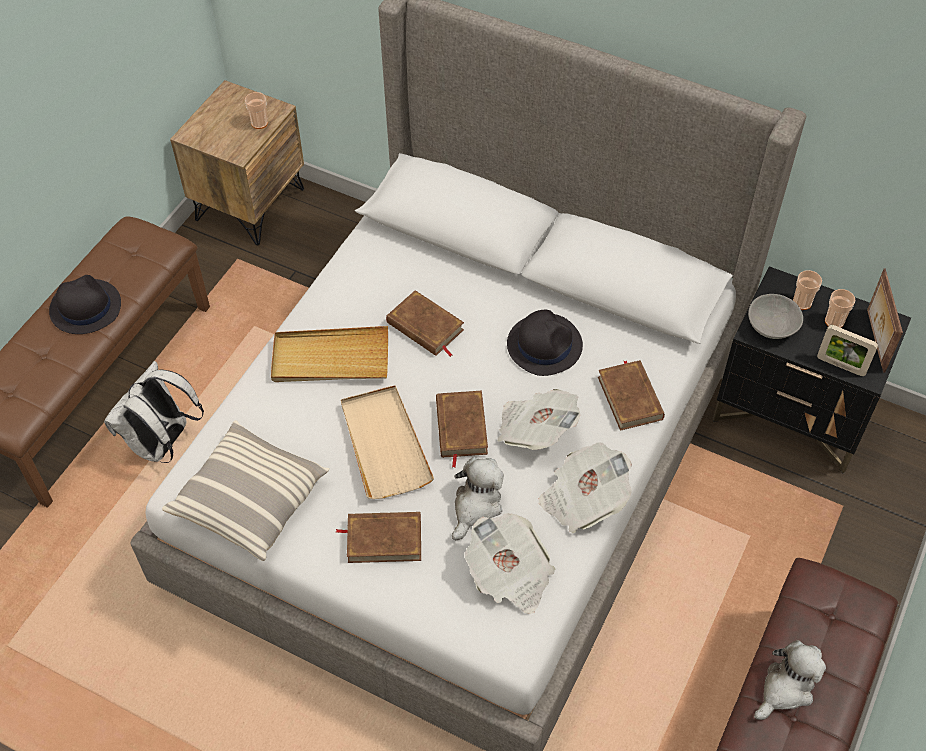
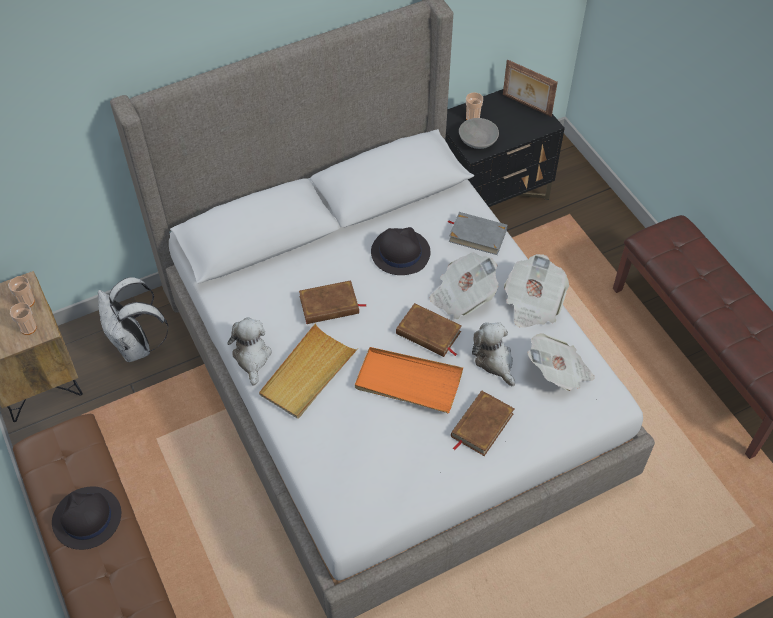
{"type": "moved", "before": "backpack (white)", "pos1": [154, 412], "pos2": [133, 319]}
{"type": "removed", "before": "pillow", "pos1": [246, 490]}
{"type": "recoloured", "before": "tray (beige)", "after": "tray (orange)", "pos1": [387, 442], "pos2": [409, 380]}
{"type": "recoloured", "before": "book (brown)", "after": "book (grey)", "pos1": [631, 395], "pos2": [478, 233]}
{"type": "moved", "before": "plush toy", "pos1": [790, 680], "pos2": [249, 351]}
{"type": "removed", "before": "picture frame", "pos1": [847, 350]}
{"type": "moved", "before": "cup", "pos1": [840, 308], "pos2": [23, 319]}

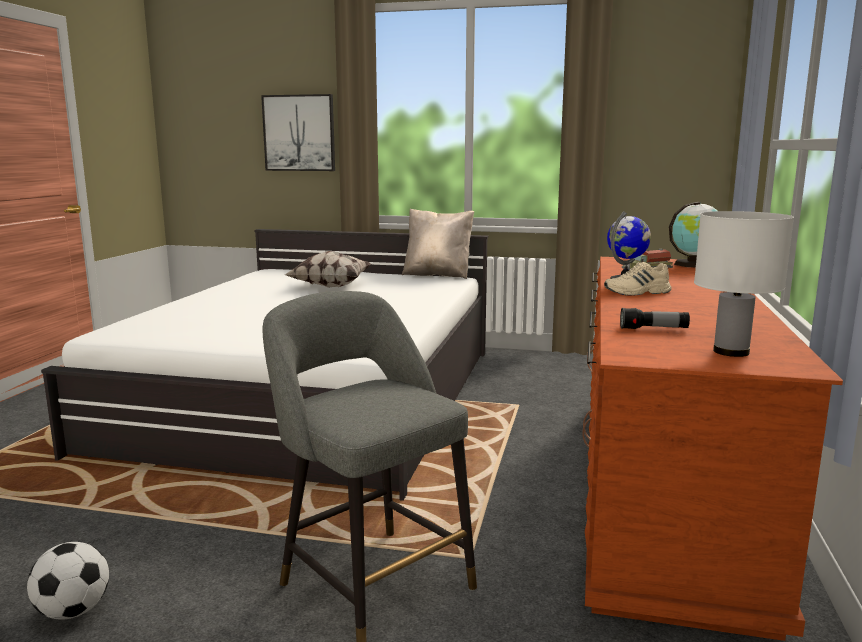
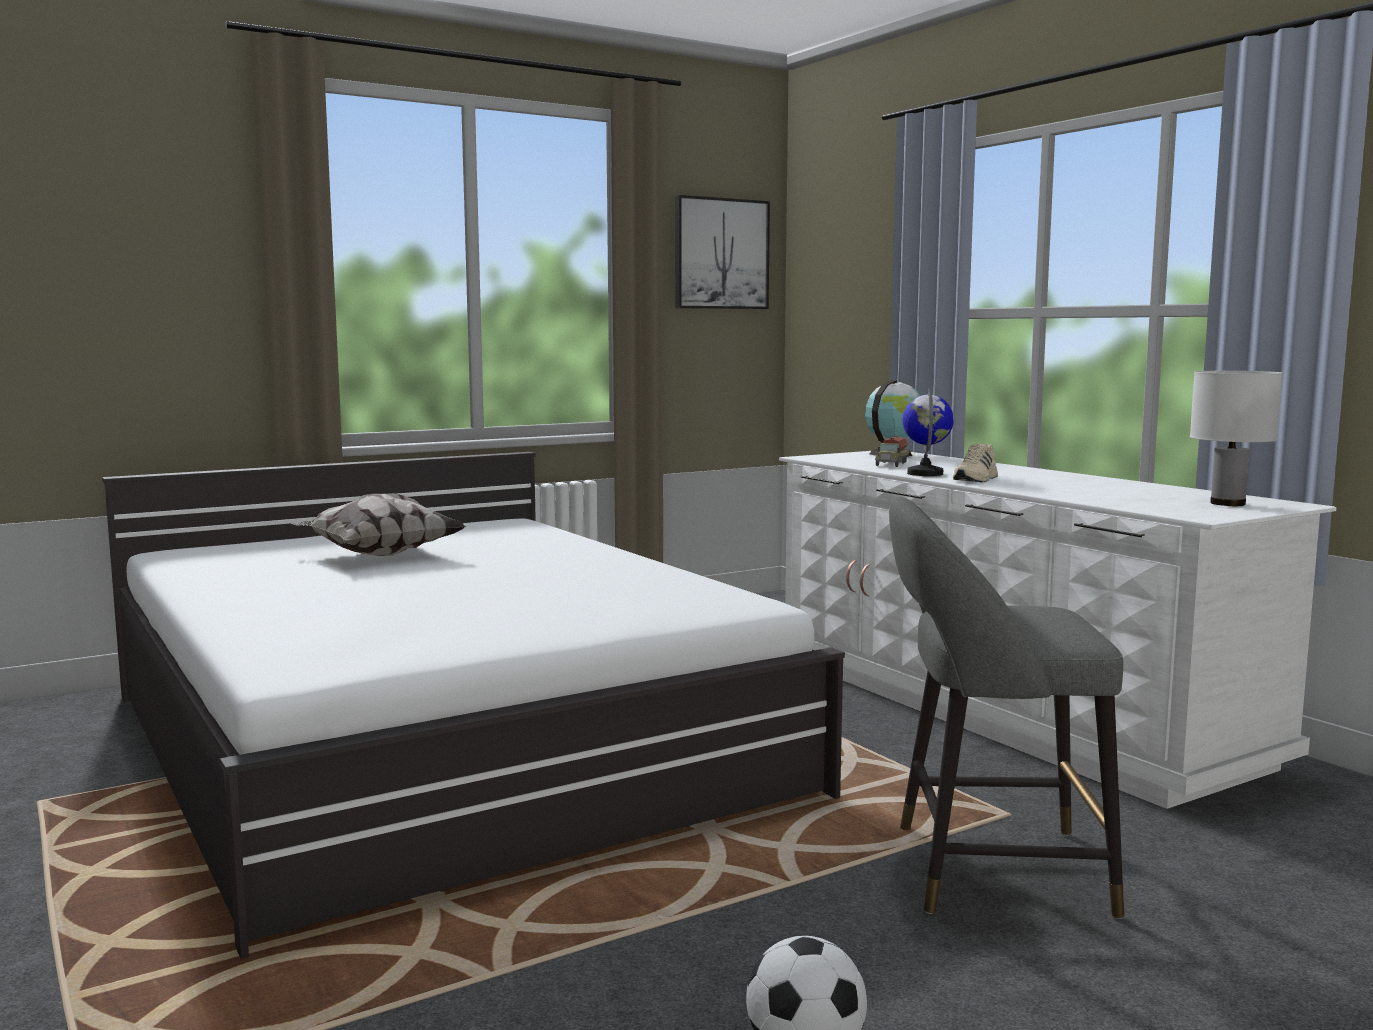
{"type": "moved", "before": "picture", "pos1": [298, 132], "pos2": [722, 252]}
{"type": "removed", "before": "pillow (beige)", "pos1": [438, 244]}
{"type": "recoloured", "before": "dresser (brown)", "after": "dresser (white)", "pos1": [712, 449], "pos2": [1058, 630]}
{"type": "removed", "before": "flashlight", "pos1": [655, 318]}

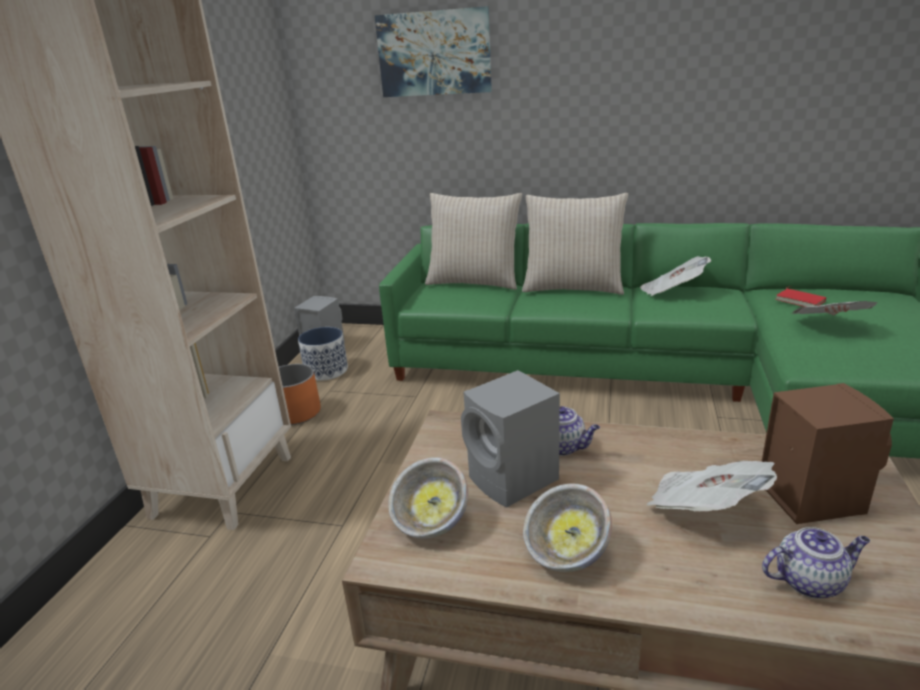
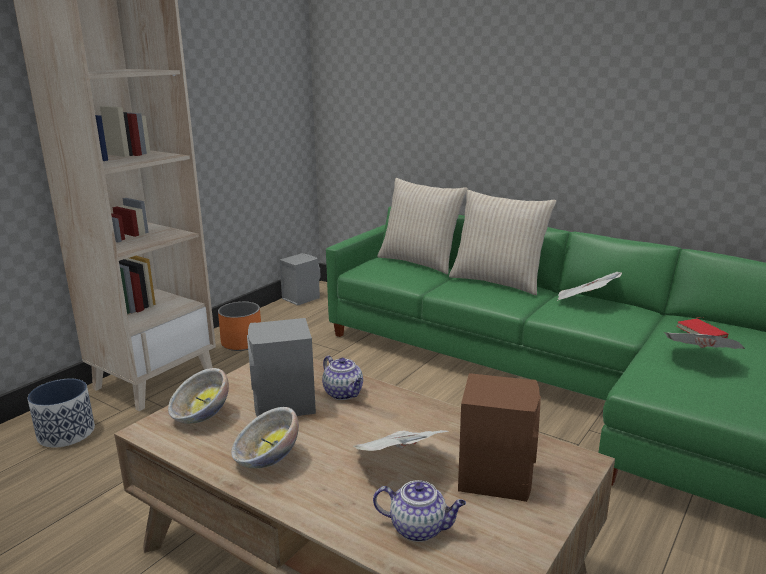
{"type": "moved", "before": "planter", "pos1": [323, 354], "pos2": [61, 413]}
{"type": "removed", "before": "picture", "pos1": [433, 51]}

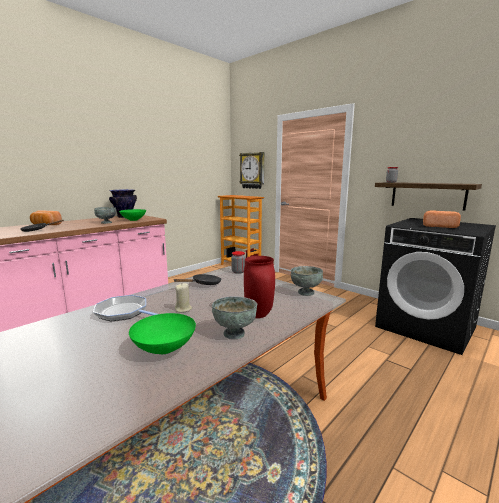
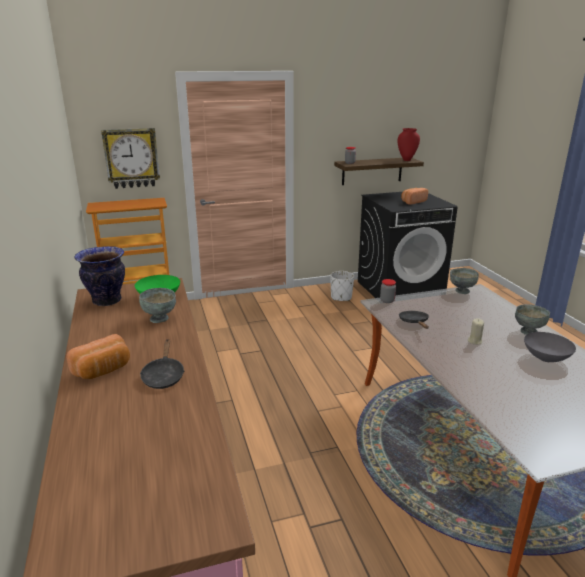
{"type": "removed", "before": "frying pan", "pos1": [125, 308]}
{"type": "recoloured", "before": "bowl (green)", "after": "bowl (grey)", "pos1": [162, 333], "pos2": [550, 347]}
{"type": "moved", "before": "vase (red)", "pos1": [259, 287], "pos2": [409, 144]}
{"type": "added", "after": "planter (white)", "pos2": [342, 286]}

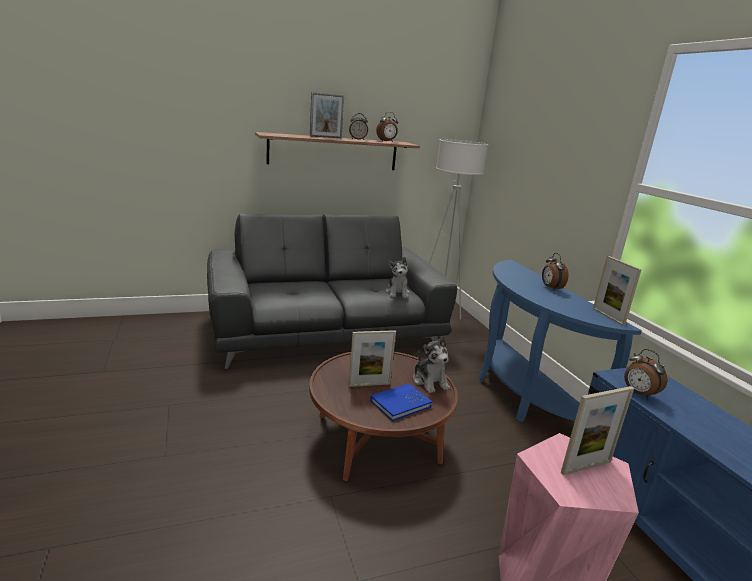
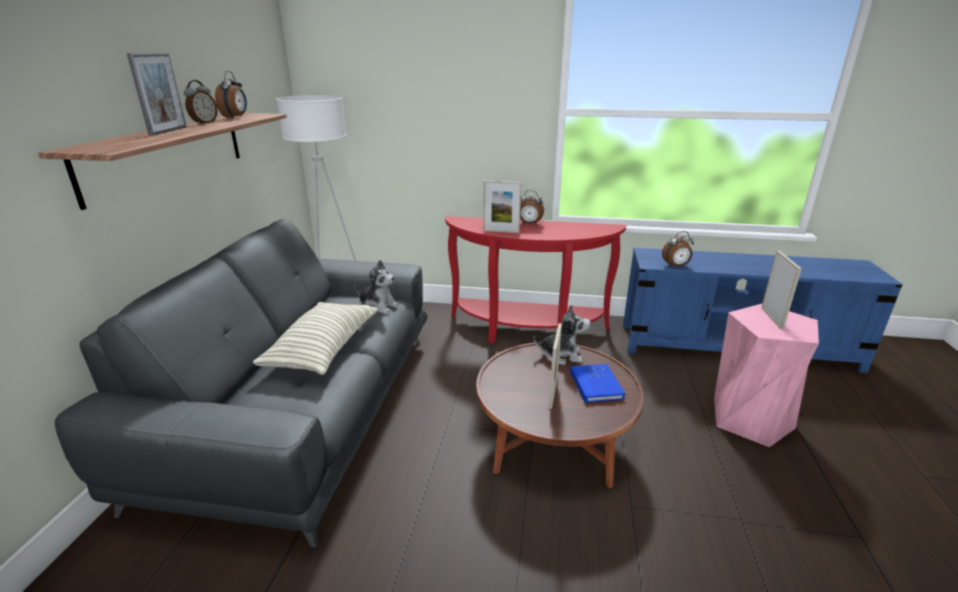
{"type": "recoloured", "before": "console table (blue)", "after": "console table (red)", "pos1": [560, 341], "pos2": [535, 279]}
{"type": "moved", "before": "picture frame", "pos1": [617, 291], "pos2": [502, 207]}
{"type": "added", "after": "pillow", "pos2": [315, 338]}

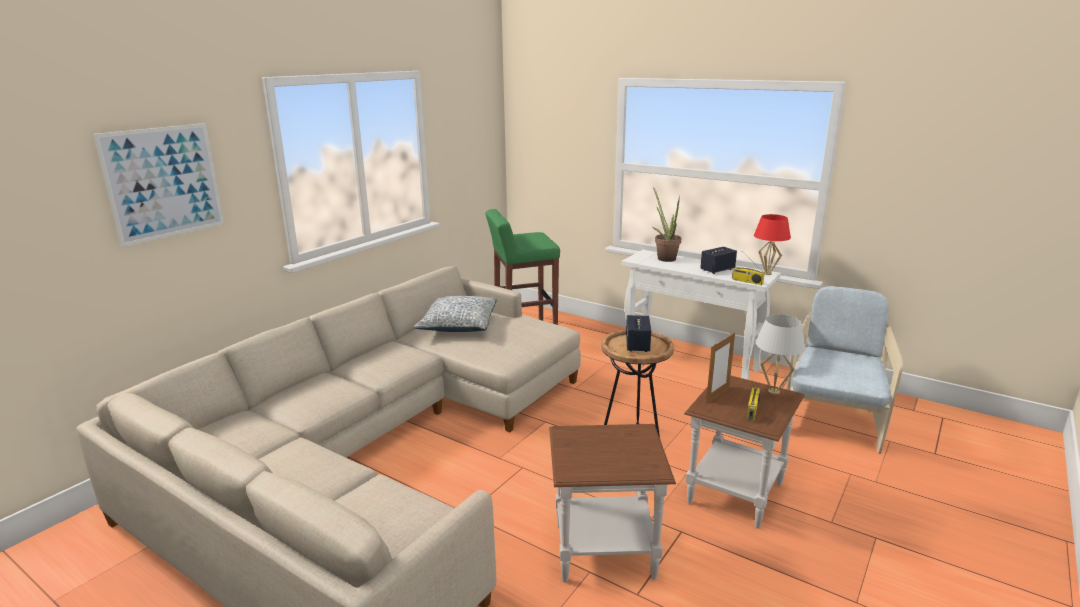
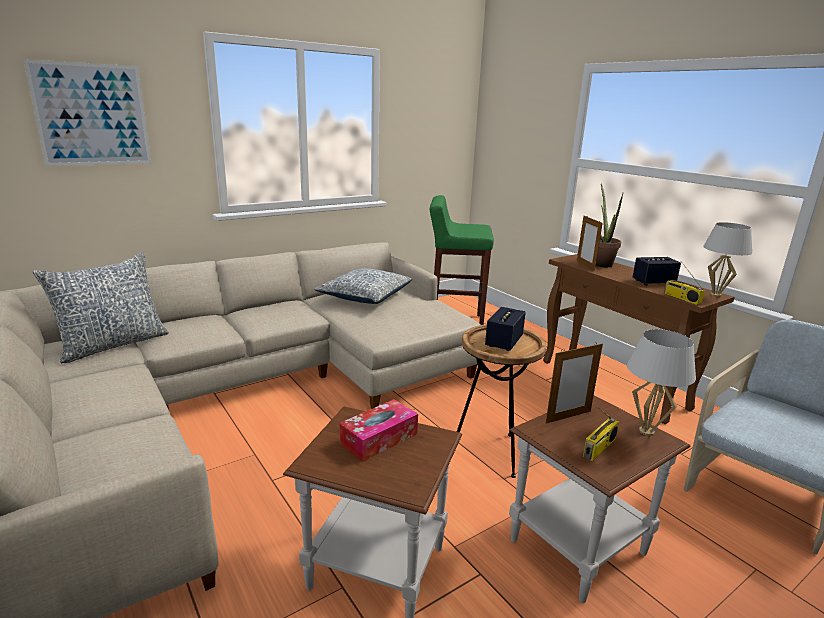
{"type": "recoloured", "before": "console table (white)", "after": "console table (brown)", "pos1": [701, 315], "pos2": [639, 339]}
{"type": "recoloured", "before": "table lamp (red)", "after": "table lamp (white)", "pos1": [772, 244], "pos2": [727, 259]}
{"type": "added", "after": "pillow", "pos2": [101, 307]}
{"type": "added", "after": "tissue box", "pos2": [378, 430]}
{"type": "added", "after": "picture frame", "pos2": [590, 243]}

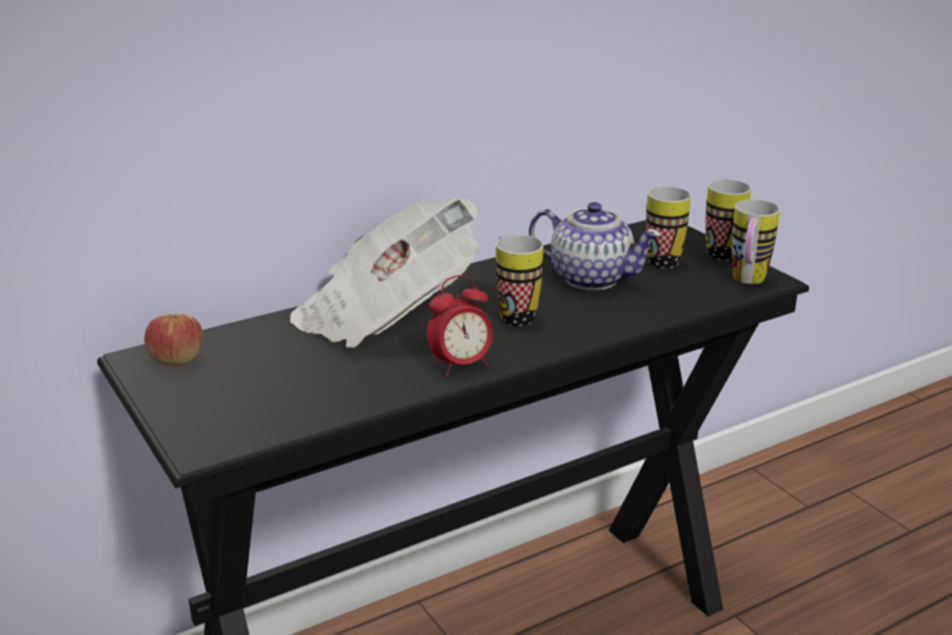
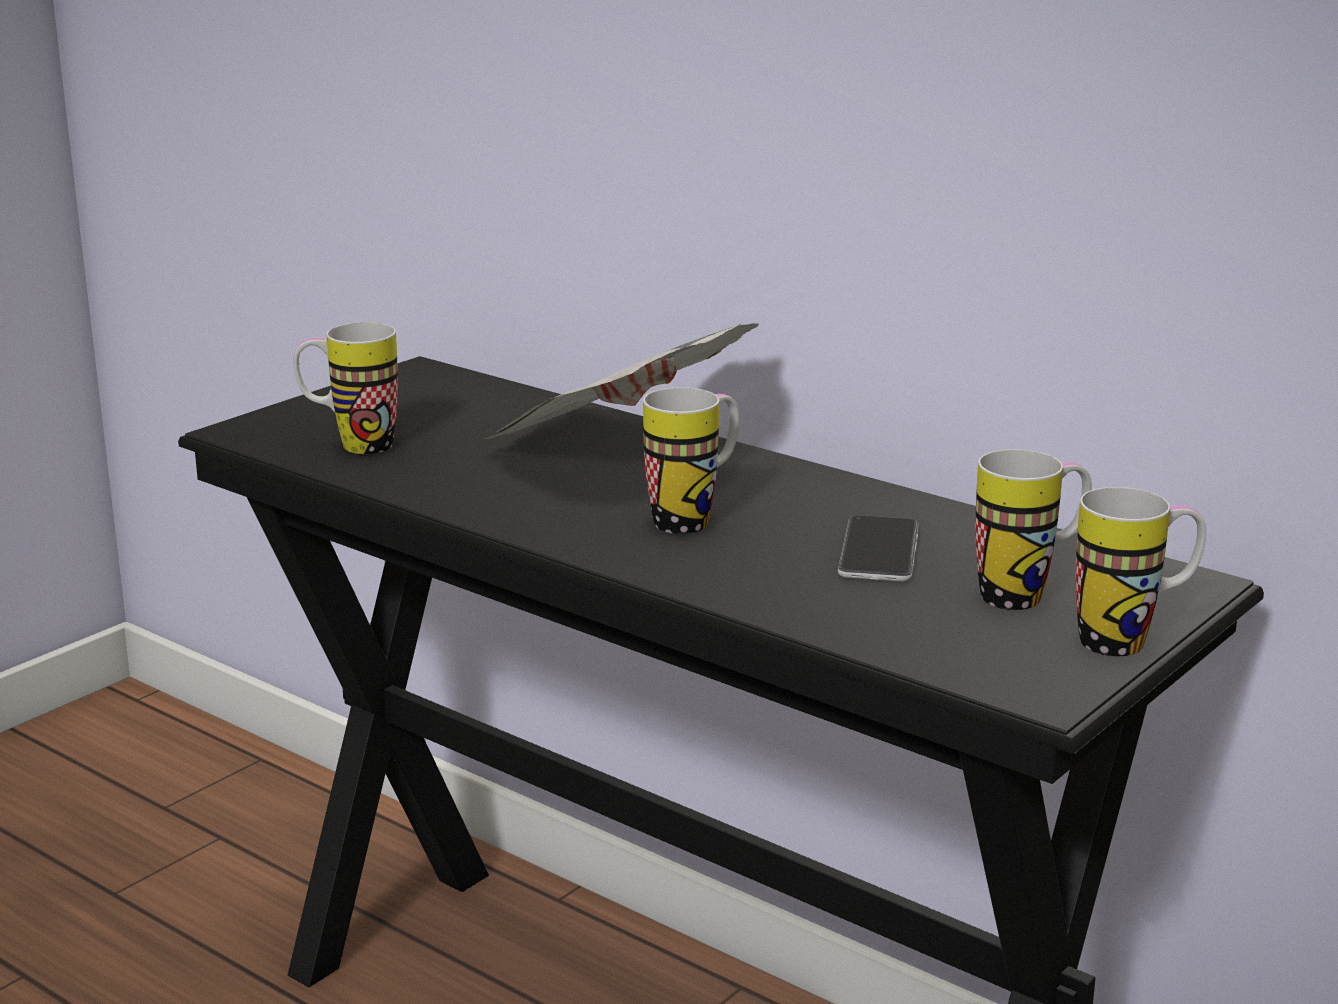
{"type": "removed", "before": "apple", "pos1": [173, 340]}
{"type": "removed", "before": "alarm clock", "pos1": [460, 325]}
{"type": "replaced", "before": "teapot", "after": "phone", "pos1": [595, 246], "pos2": [878, 548]}
{"type": "moved", "before": "mug", "pos1": [756, 241], "pos2": [346, 388]}

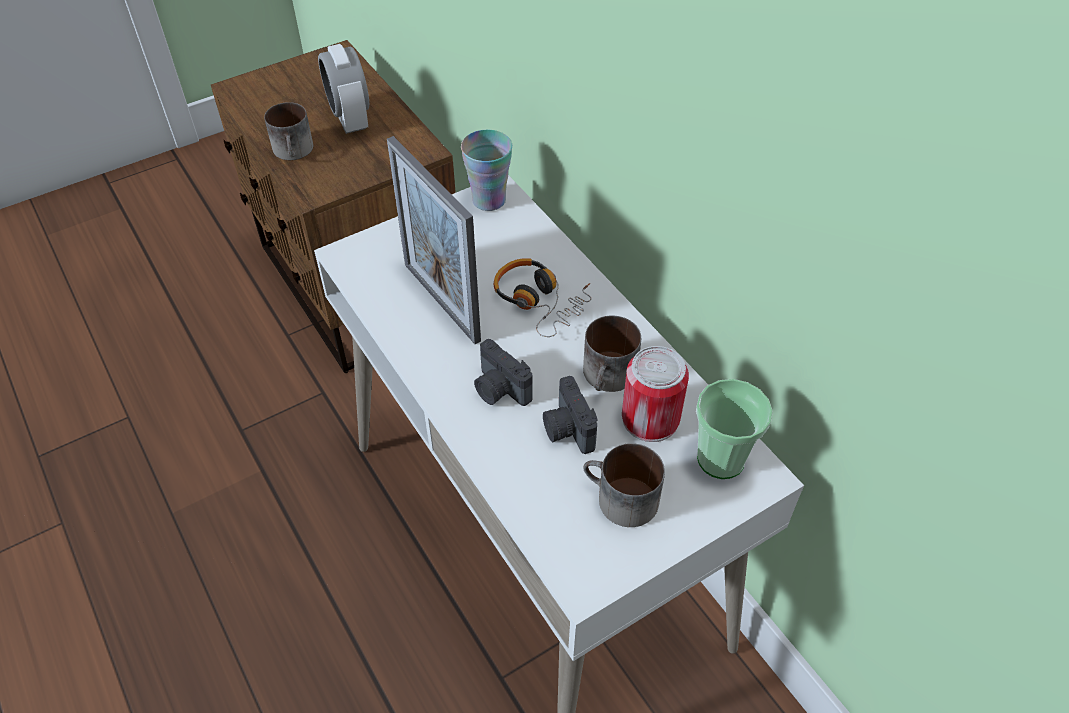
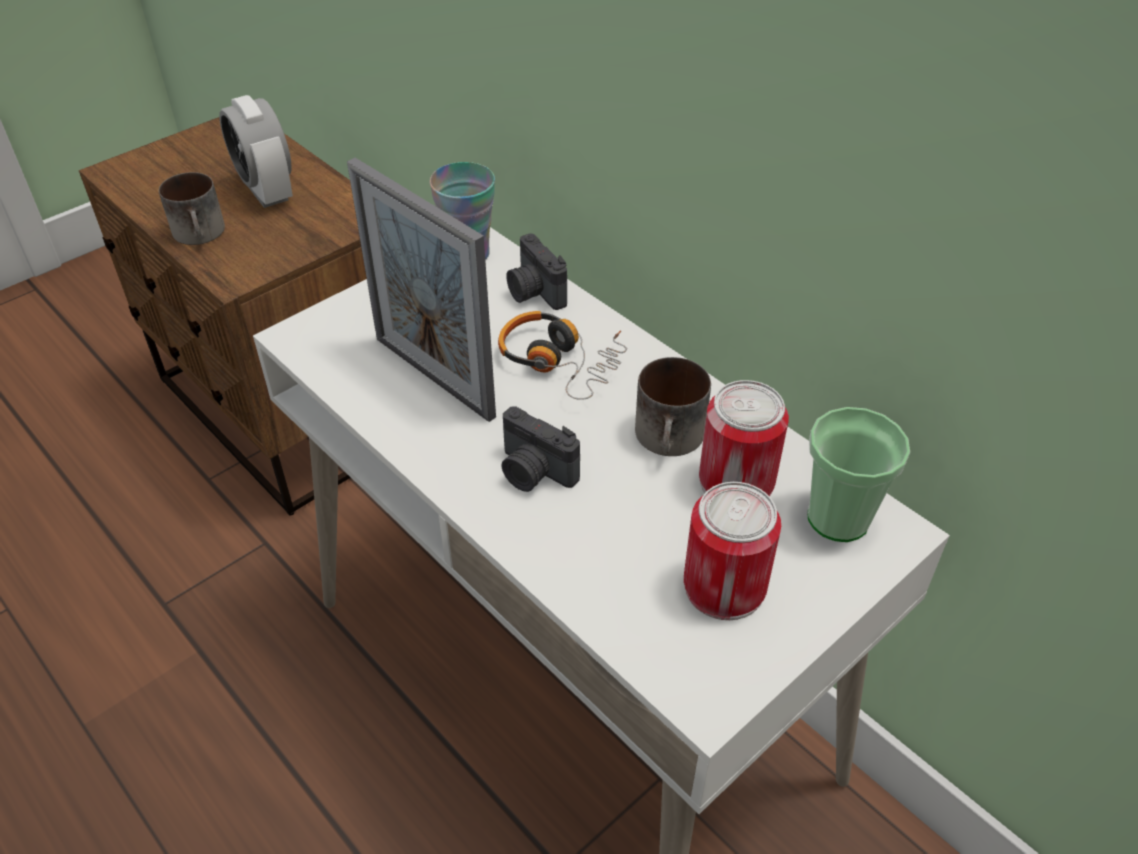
{"type": "moved", "before": "photo camera", "pos1": [570, 415], "pos2": [536, 272]}
{"type": "replaced", "before": "mug", "after": "can", "pos1": [624, 485], "pos2": [732, 551]}

